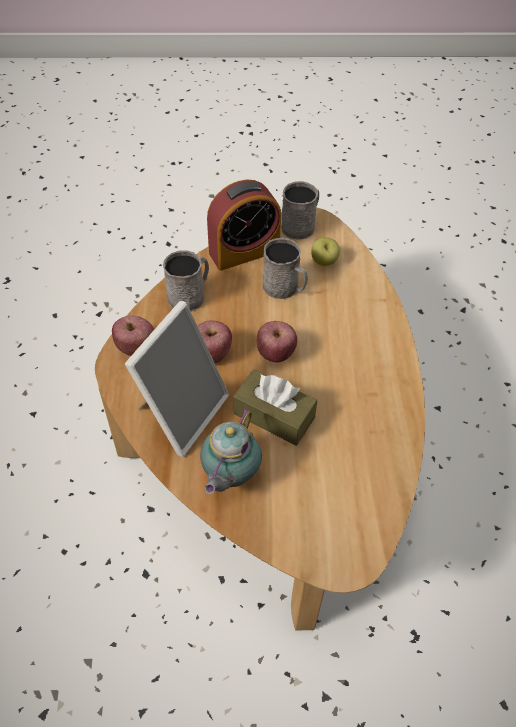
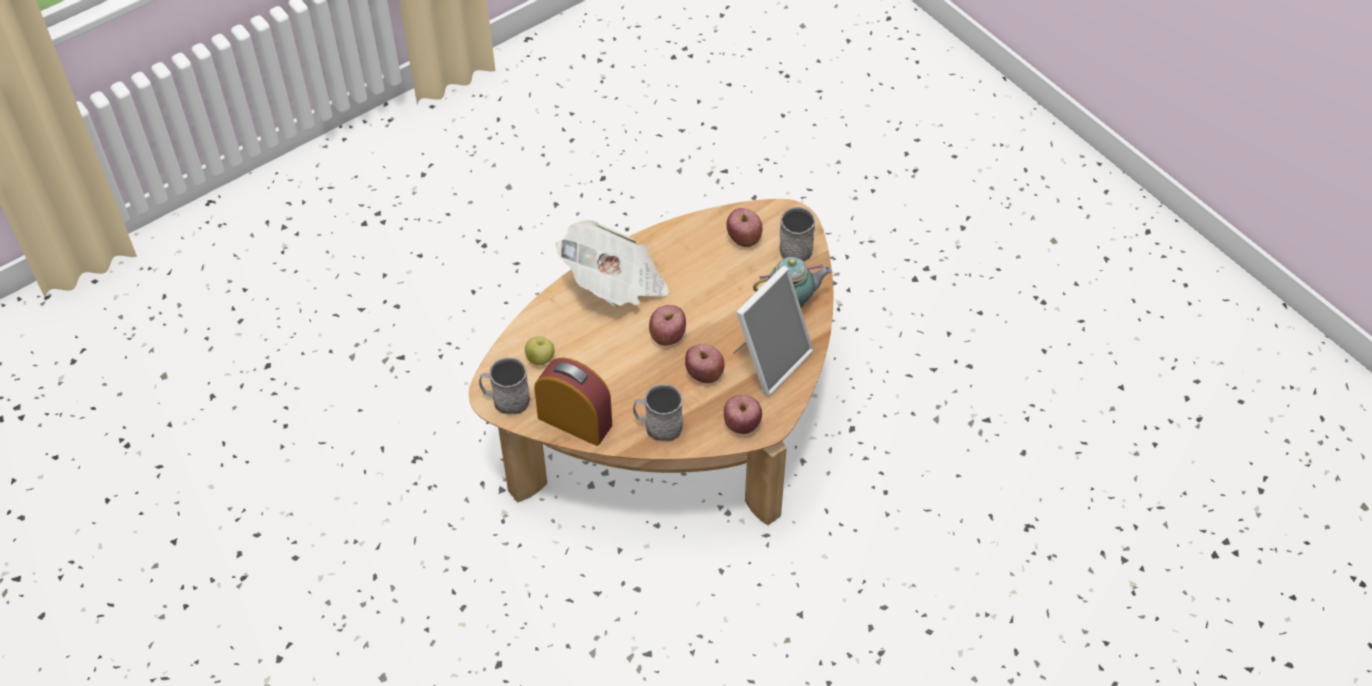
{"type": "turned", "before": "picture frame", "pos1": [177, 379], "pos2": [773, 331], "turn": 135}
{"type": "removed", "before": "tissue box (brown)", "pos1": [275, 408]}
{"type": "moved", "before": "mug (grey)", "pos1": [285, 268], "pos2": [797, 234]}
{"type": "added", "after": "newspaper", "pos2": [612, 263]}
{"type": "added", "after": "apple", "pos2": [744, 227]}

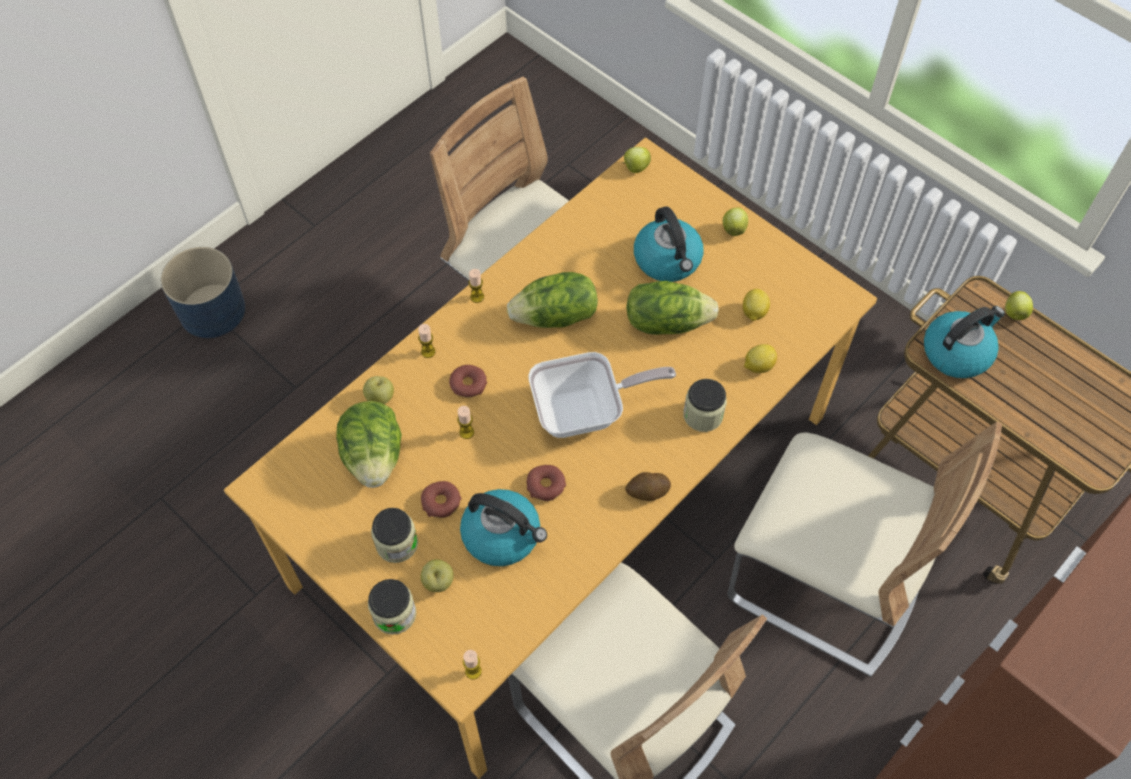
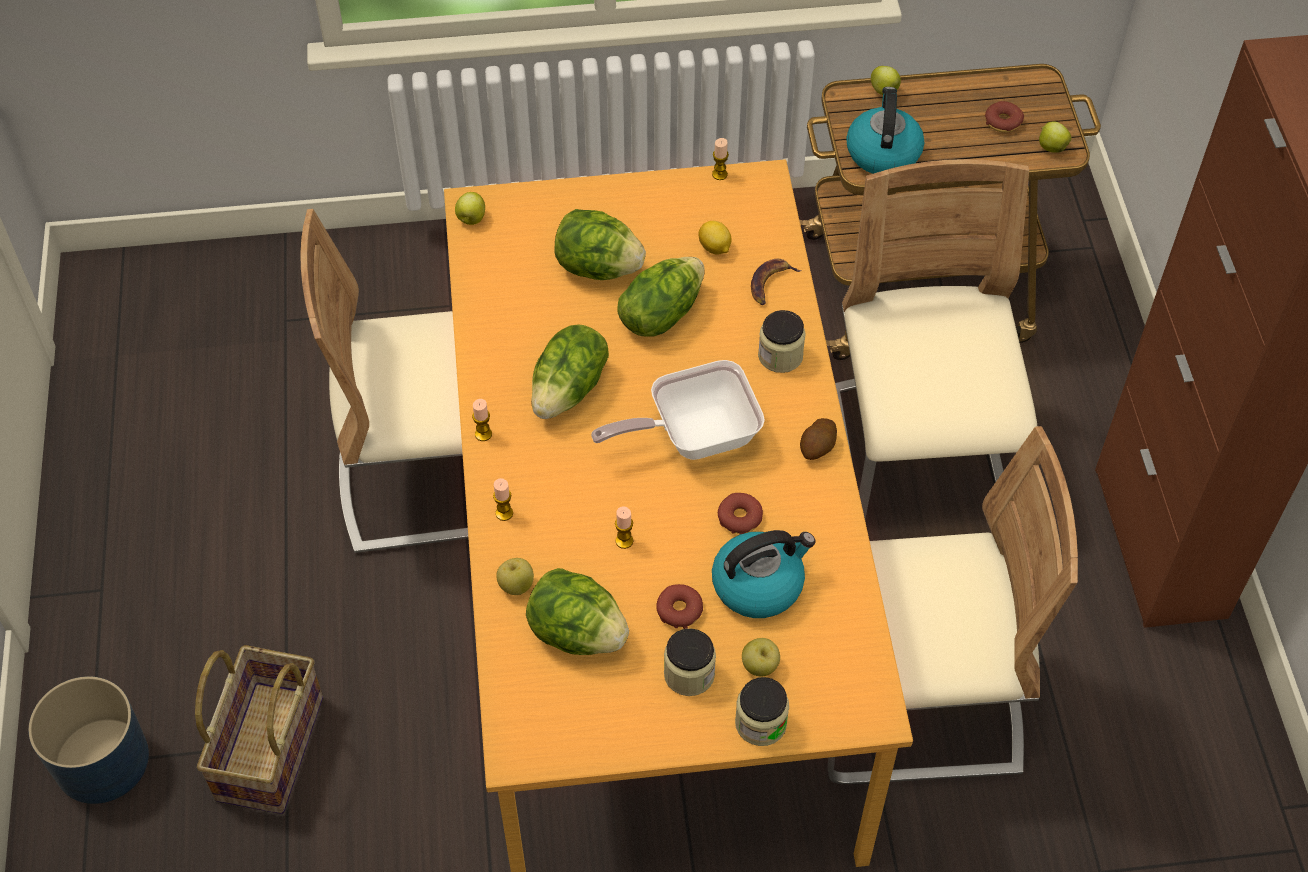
{"type": "moved", "before": "donut", "pos1": [468, 381], "pos2": [1004, 117]}
{"type": "moved", "before": "candle", "pos1": [472, 665], "pos2": [720, 159]}
{"type": "turned", "before": "frying pan", "pos1": [602, 395], "pos2": [678, 410], "turn": -135}
{"type": "replaced", "before": "kettle", "after": "lettuce", "pos1": [669, 244], "pos2": [600, 244]}
{"type": "moved", "before": "apple", "pos1": [735, 221], "pos2": [1055, 137]}
{"type": "turned", "before": "chair (beige)", "pos1": [864, 549], "pos2": [936, 339], "turn": -75}
{"type": "replaced", "before": "lemon", "after": "banana", "pos1": [760, 358], "pos2": [776, 282]}
{"type": "added", "after": "basket", "pos2": [259, 729]}

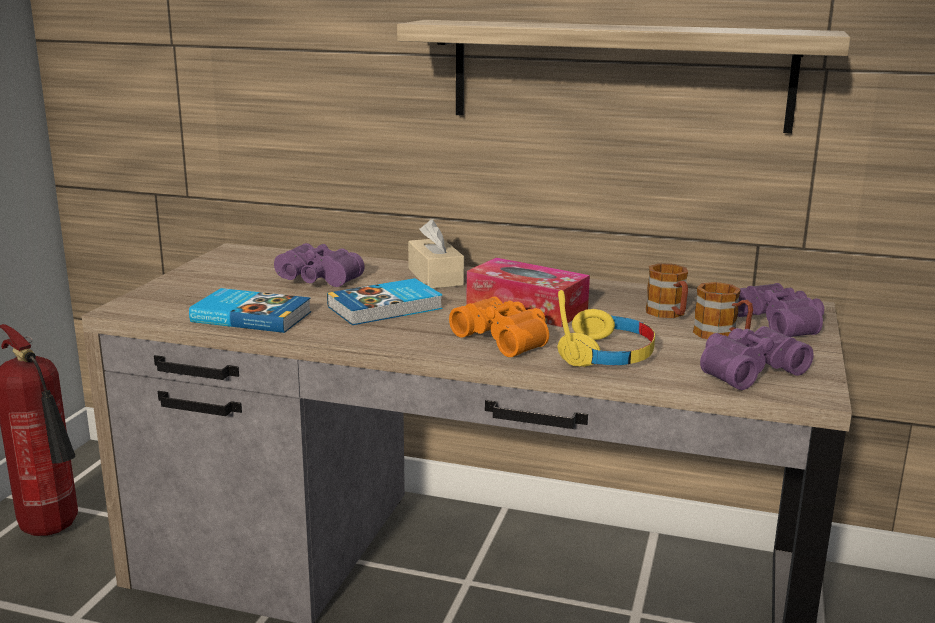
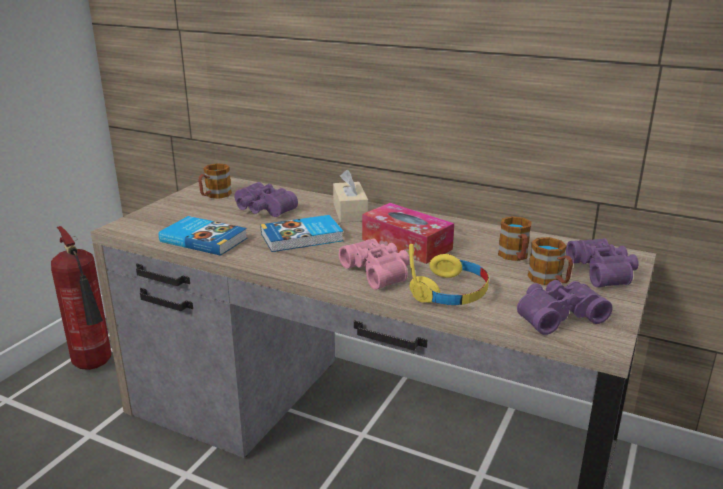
{"type": "removed", "before": "shelf", "pos1": [624, 76]}
{"type": "recoloured", "before": "binoculars (orange)", "after": "binoculars (pink)", "pos1": [499, 326], "pos2": [374, 264]}
{"type": "added", "after": "mug", "pos2": [215, 181]}

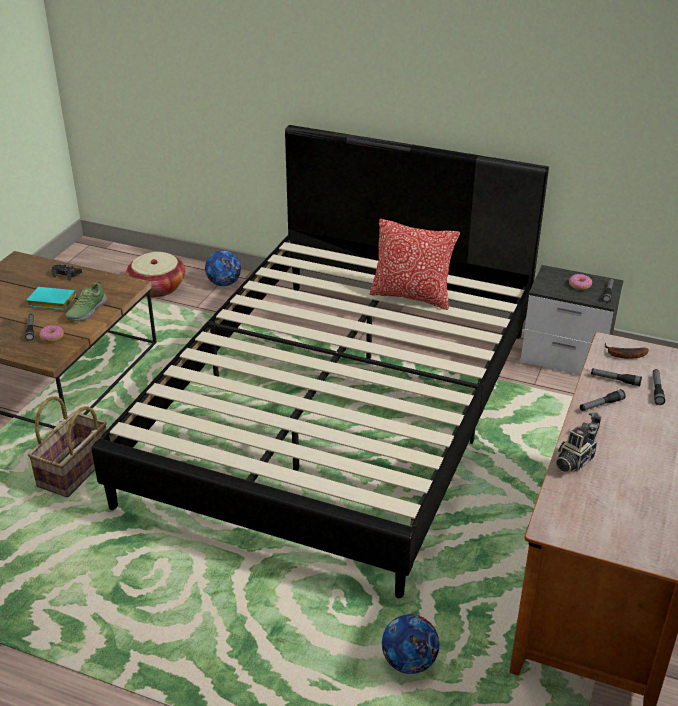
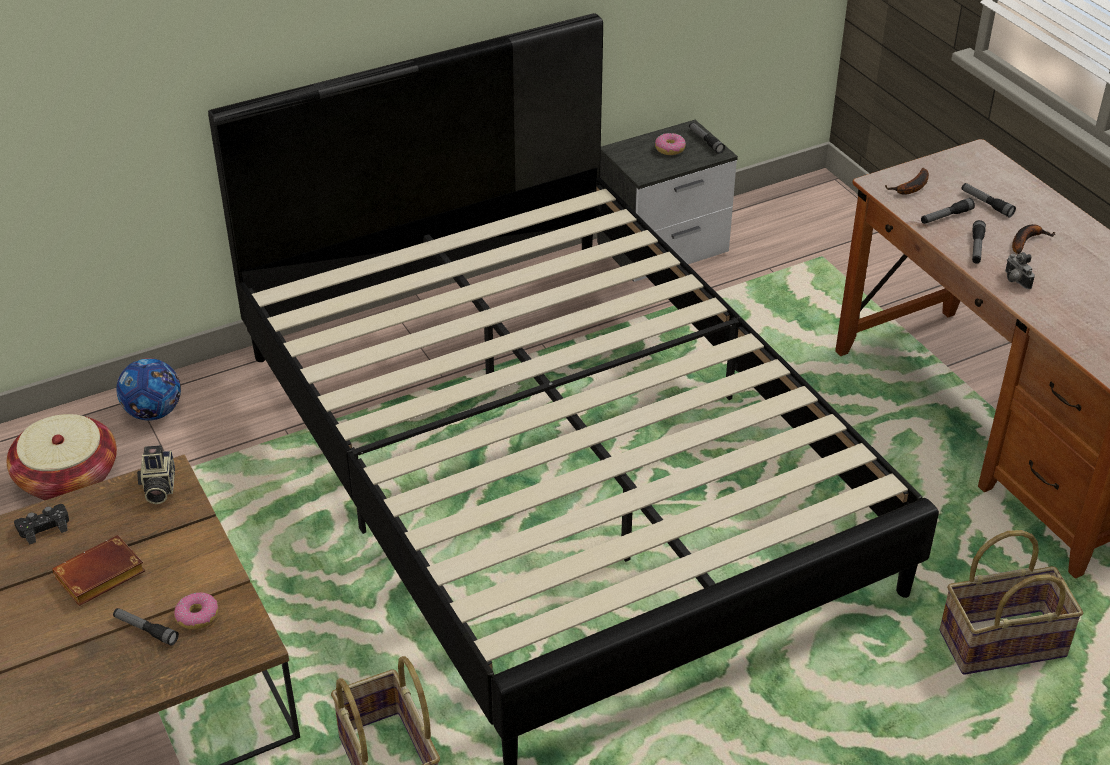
{"type": "recoloured", "before": "book (turquoise)", "after": "book (brown)", "pos1": [51, 298], "pos2": [98, 570]}
{"type": "removed", "before": "shoe", "pos1": [86, 301]}
{"type": "removed", "before": "pillow", "pos1": [414, 264]}
{"type": "replaced", "before": "football", "after": "basket", "pos1": [410, 644], "pos2": [1011, 602]}
{"type": "moved", "before": "photo camera", "pos1": [576, 450], "pos2": [156, 474]}
{"type": "added", "after": "banana", "pos2": [1034, 239]}

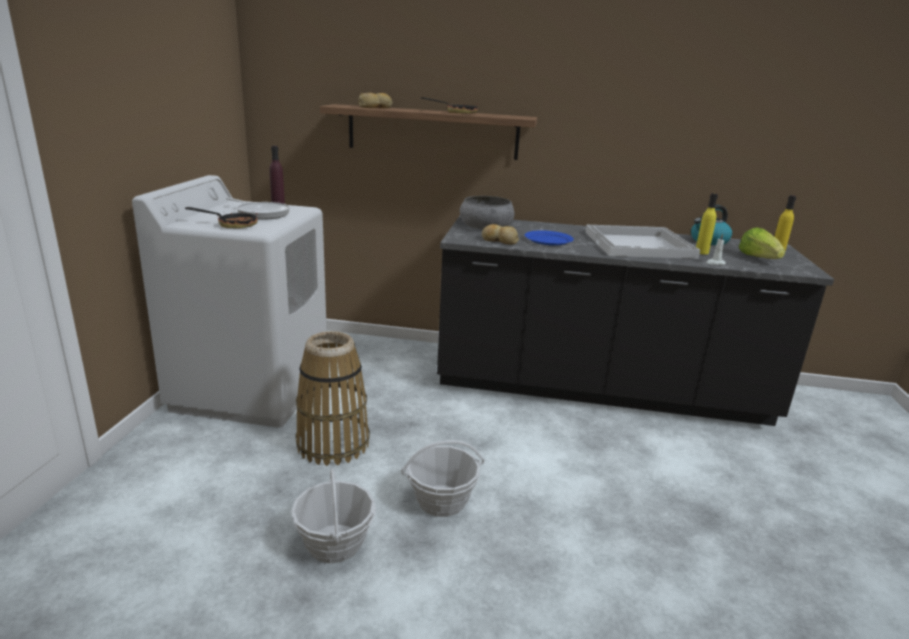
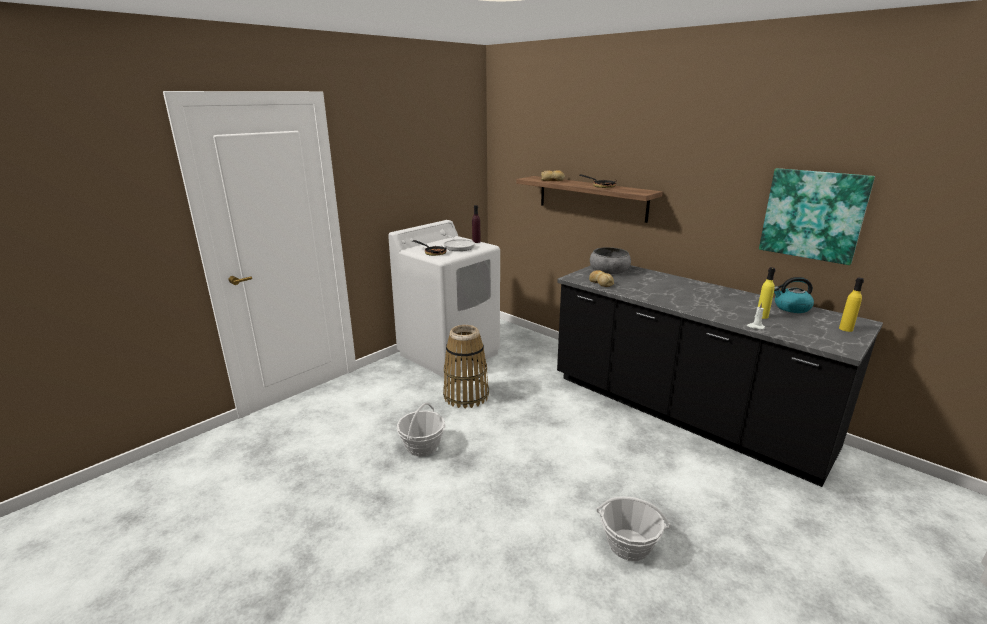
{"type": "moved", "before": "basket", "pos1": [443, 478], "pos2": [633, 528]}
{"type": "removed", "before": "plate (blue)", "pos1": [549, 238]}
{"type": "removed", "before": "tray (white)", "pos1": [642, 242]}
{"type": "removed", "before": "lettuce", "pos1": [762, 243]}
{"type": "added", "after": "picture", "pos2": [817, 216]}

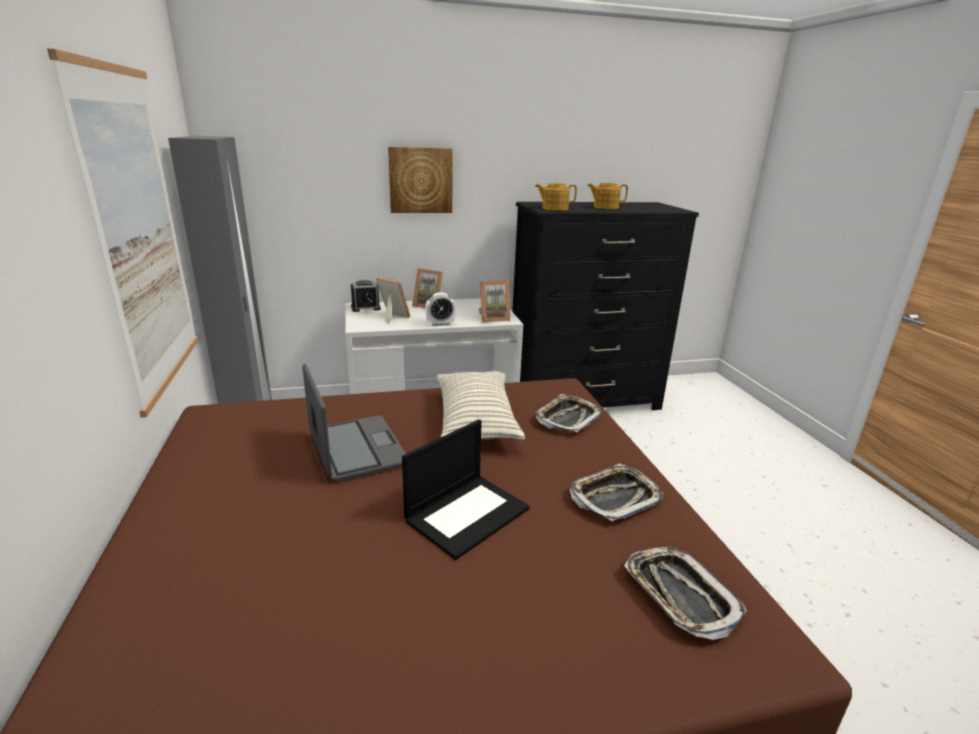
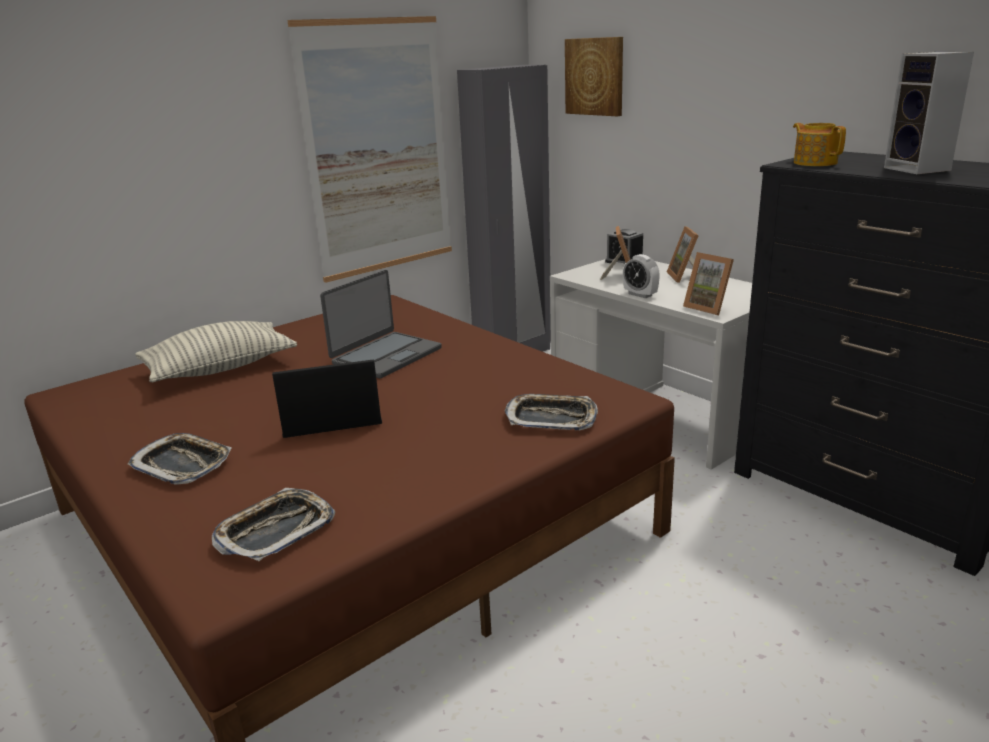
{"type": "moved", "before": "picture", "pos1": [420, 180], "pos2": [594, 77]}
{"type": "turned", "before": "laptop", "pos1": [466, 490], "pos2": [327, 399], "turn": 150}
{"type": "moved", "before": "pillow", "pos1": [481, 405], "pos2": [216, 351]}
{"type": "moved", "before": "tray", "pos1": [616, 493], "pos2": [179, 459]}
{"type": "replaced", "before": "teapot", "after": "speaker", "pos1": [607, 196], "pos2": [929, 113]}

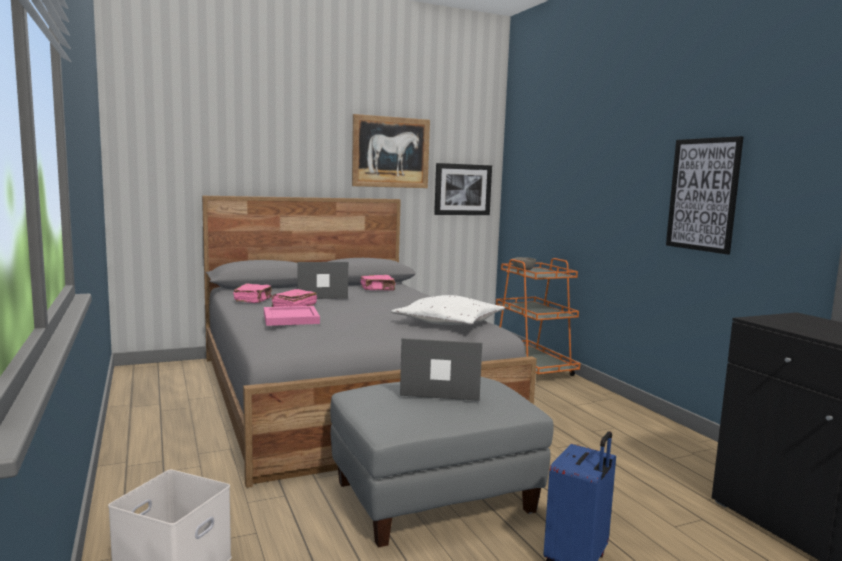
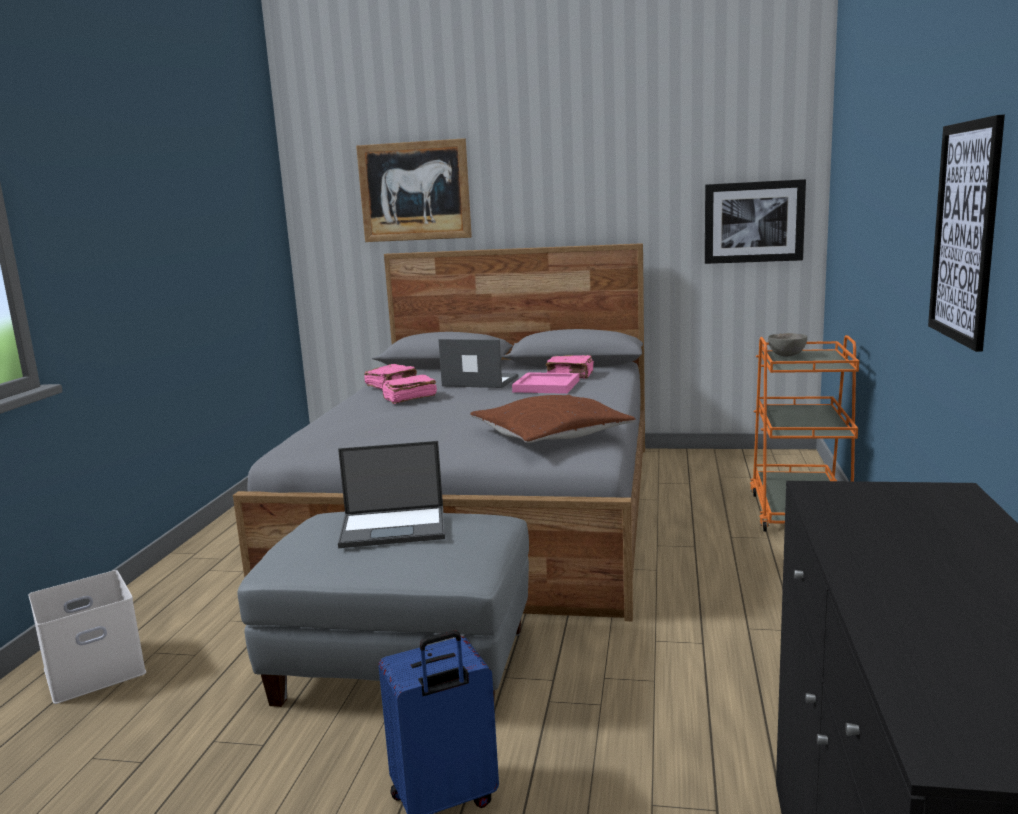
{"type": "moved", "before": "tray (pink)", "pos1": [292, 316], "pos2": [545, 383]}
{"type": "moved", "before": "picture", "pos1": [391, 151], "pos2": [414, 190]}
{"type": "recoloured", "before": "pillow (white)", "after": "pillow (brown)", "pos1": [448, 310], "pos2": [553, 419]}
{"type": "turned", "before": "laptop", "pos1": [441, 369], "pos2": [391, 494], "turn": 135}

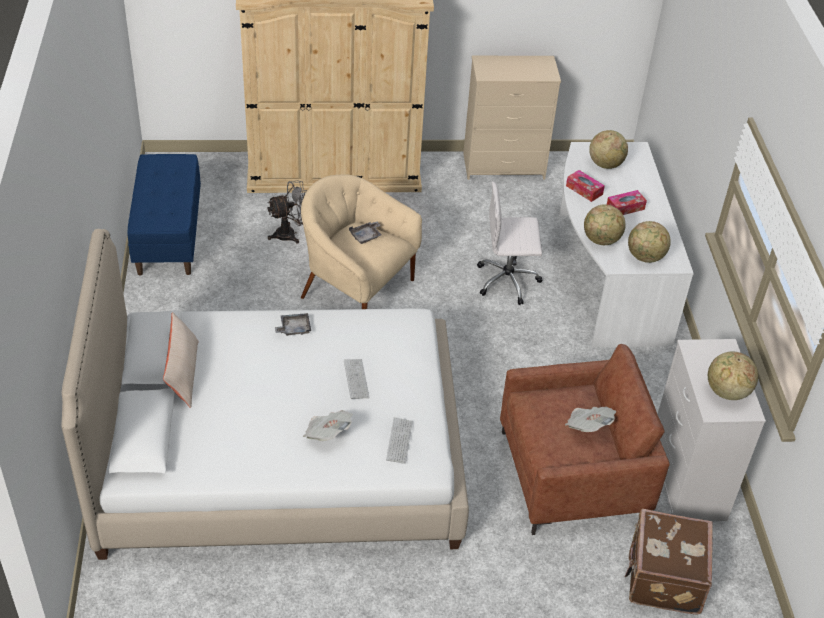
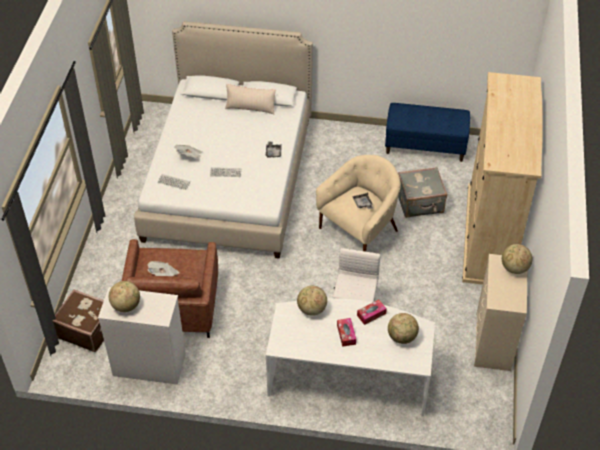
{"type": "replaced", "before": "fan (grey)", "after": "suitcase (grey)", "pos1": [287, 212], "pos2": [422, 192]}
{"type": "moved", "before": "globe", "pos1": [649, 242], "pos2": [517, 259]}

